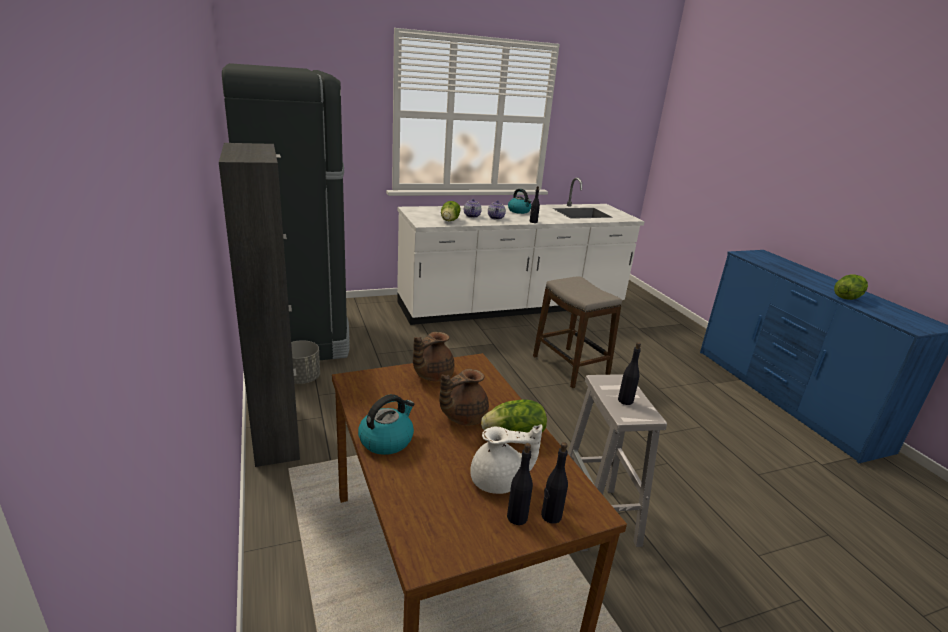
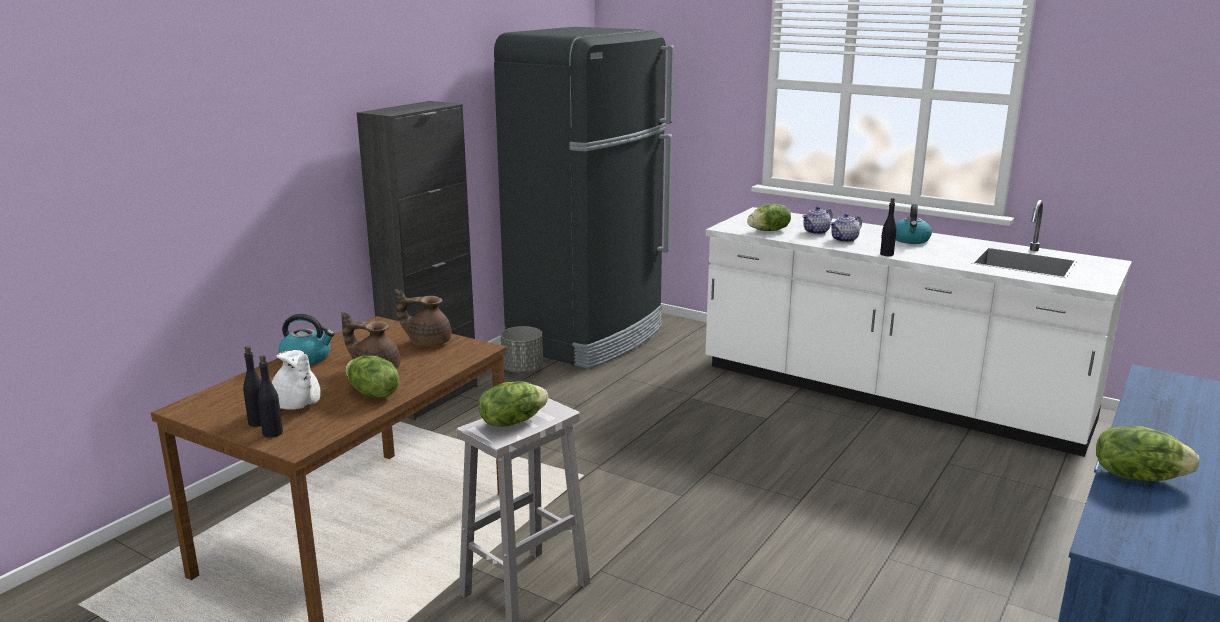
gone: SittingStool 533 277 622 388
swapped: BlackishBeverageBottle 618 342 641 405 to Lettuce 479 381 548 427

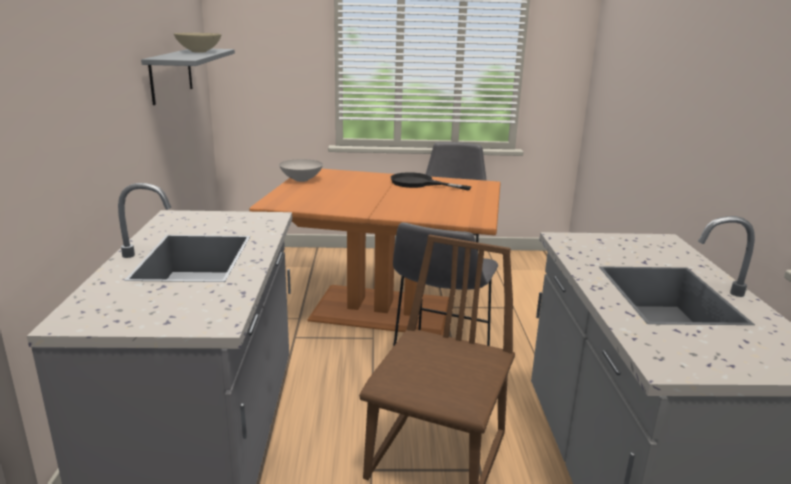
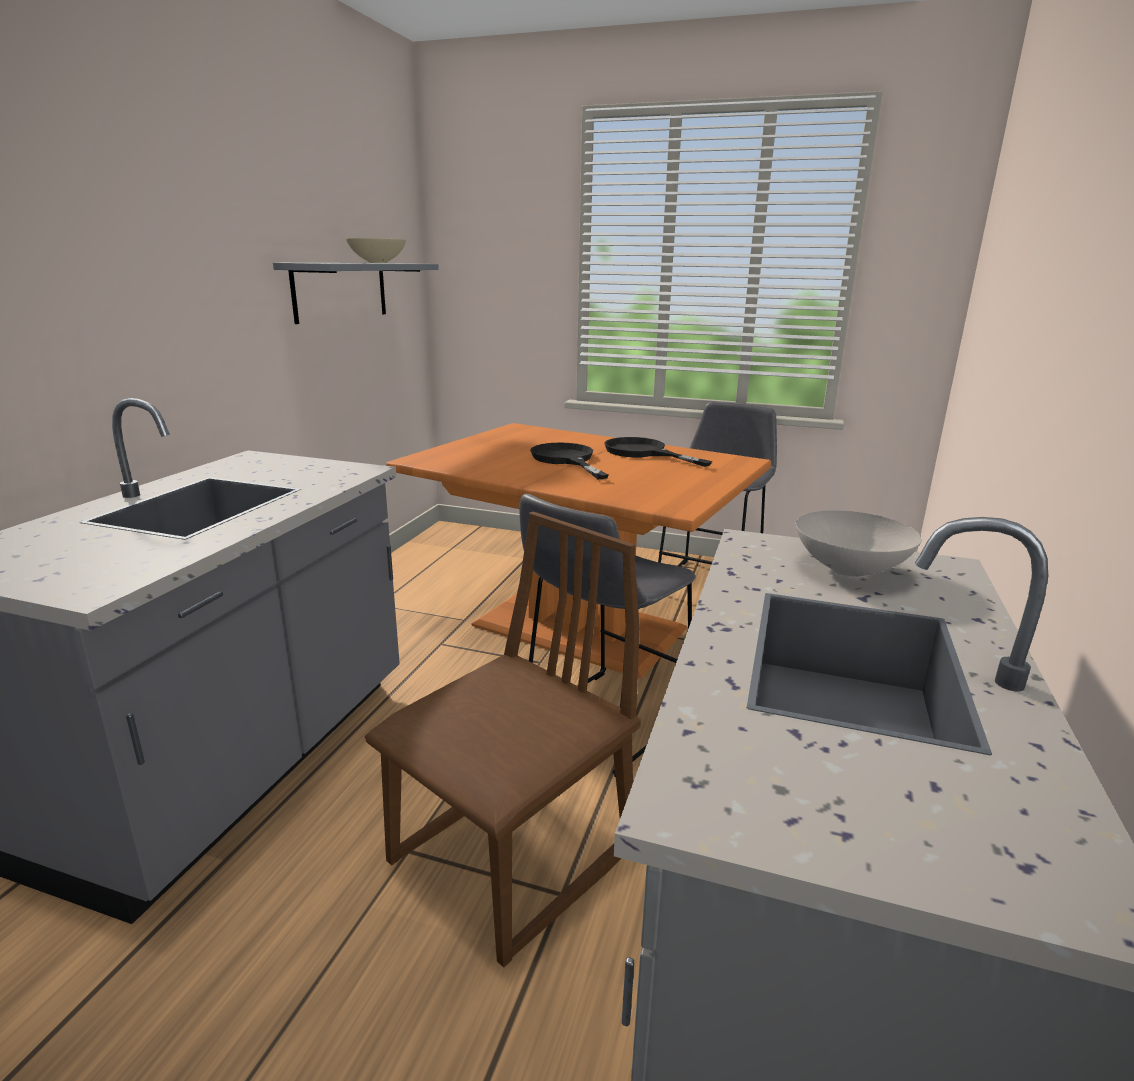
new: BlackishSkillet 530 443 609 479
shifted: WhiteDeepDish 279 159 323 182 to 796 510 922 578

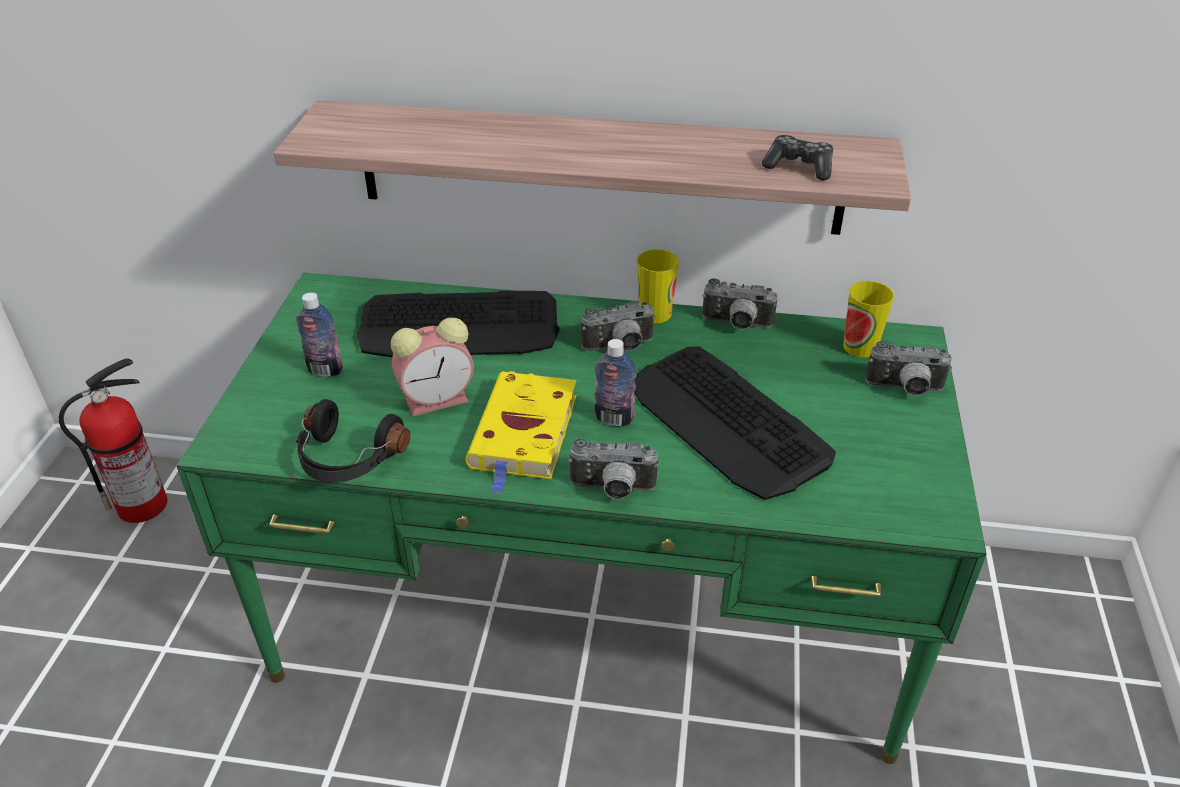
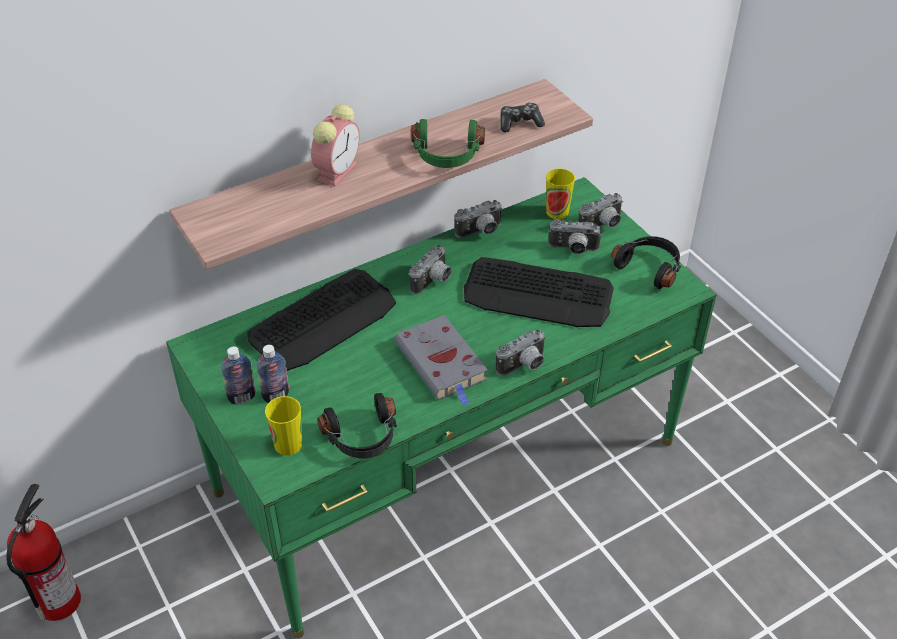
new: GreenColouredPairOfHeadphones 411 119 485 168; StillCamera 548 219 602 254; BlackishPairOfHeadphones 611 236 681 289
shifted: BeverageBottle 595 339 636 426 to 221 346 256 404; DrinkingCup 637 249 679 323 to 265 396 302 456; TableClock 391 318 474 416 to 311 104 360 187
repainted: YellowishBook 466 371 576 494 to GreyishBook 395 315 488 406

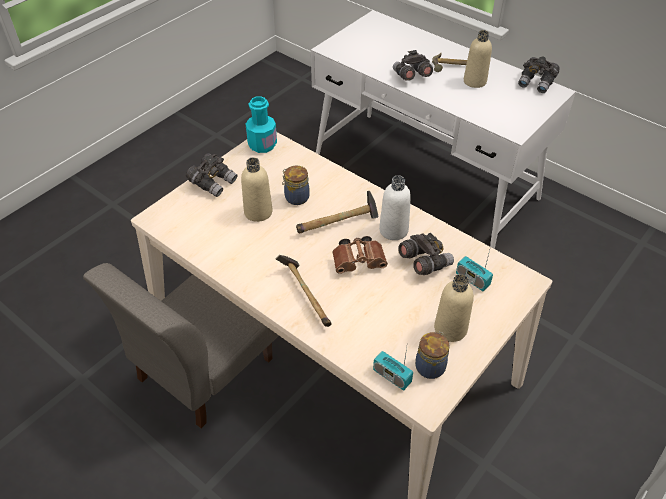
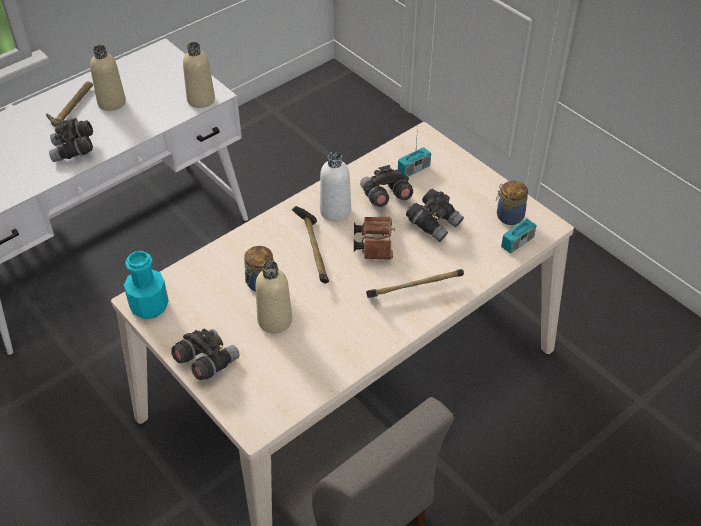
shifted: BeigeBeverageBottle 434 274 474 342 to 183 42 215 108; GreyishBinoculars 518 56 560 93 to 406 189 464 242

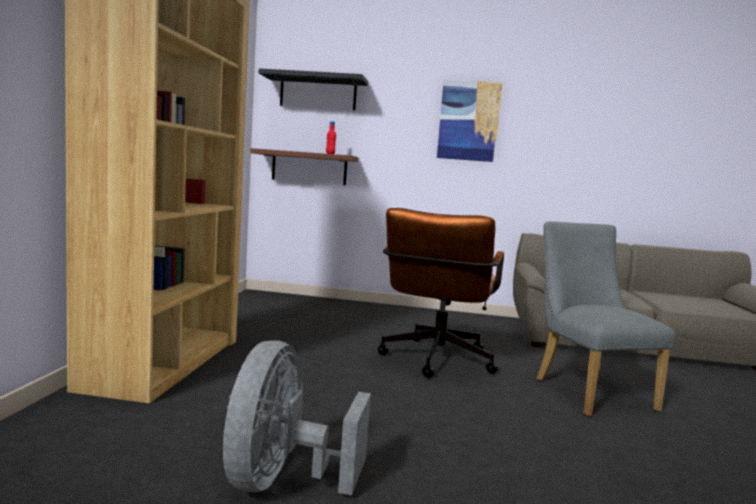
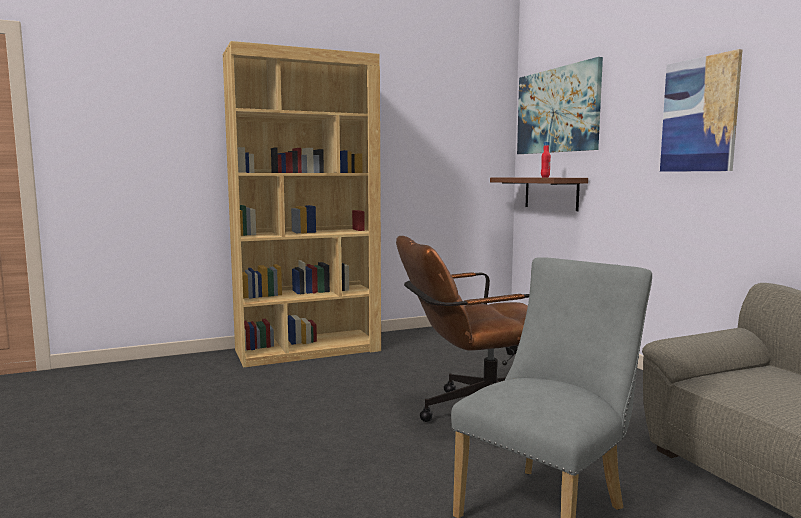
gone: GreyishCoolingFan 223 341 371 495
swapped: BlackishShelf 259 68 368 111 to WallArt 517 57 603 154

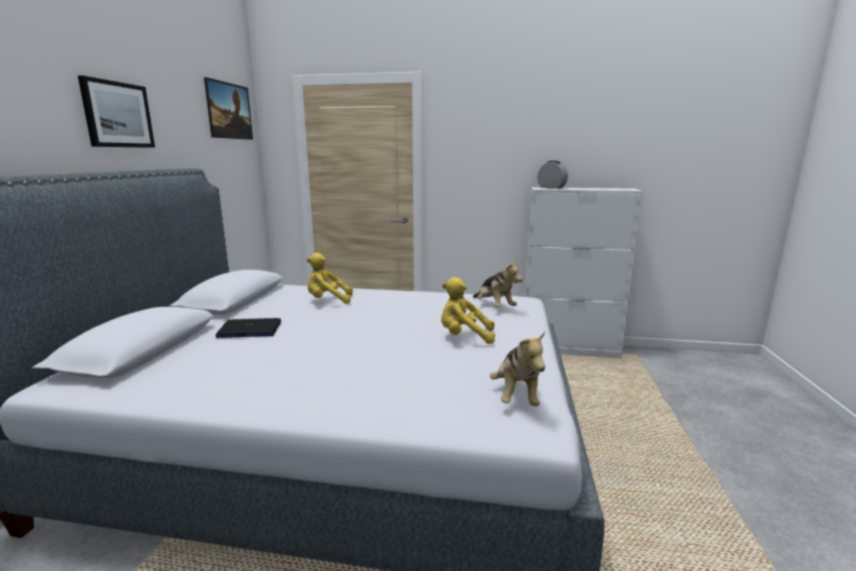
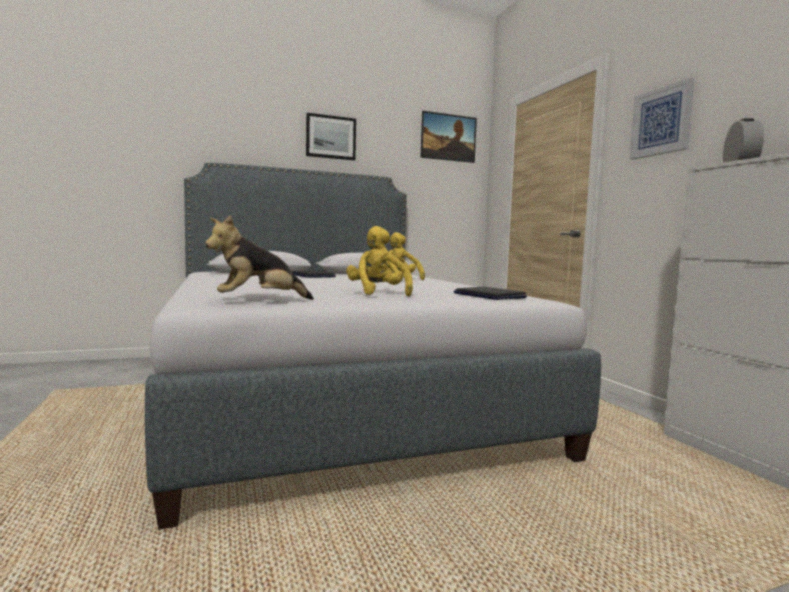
new: WallArt 629 78 695 160
swapped: CuddlyToy 473 259 523 307 to PortableComputer 454 287 527 300

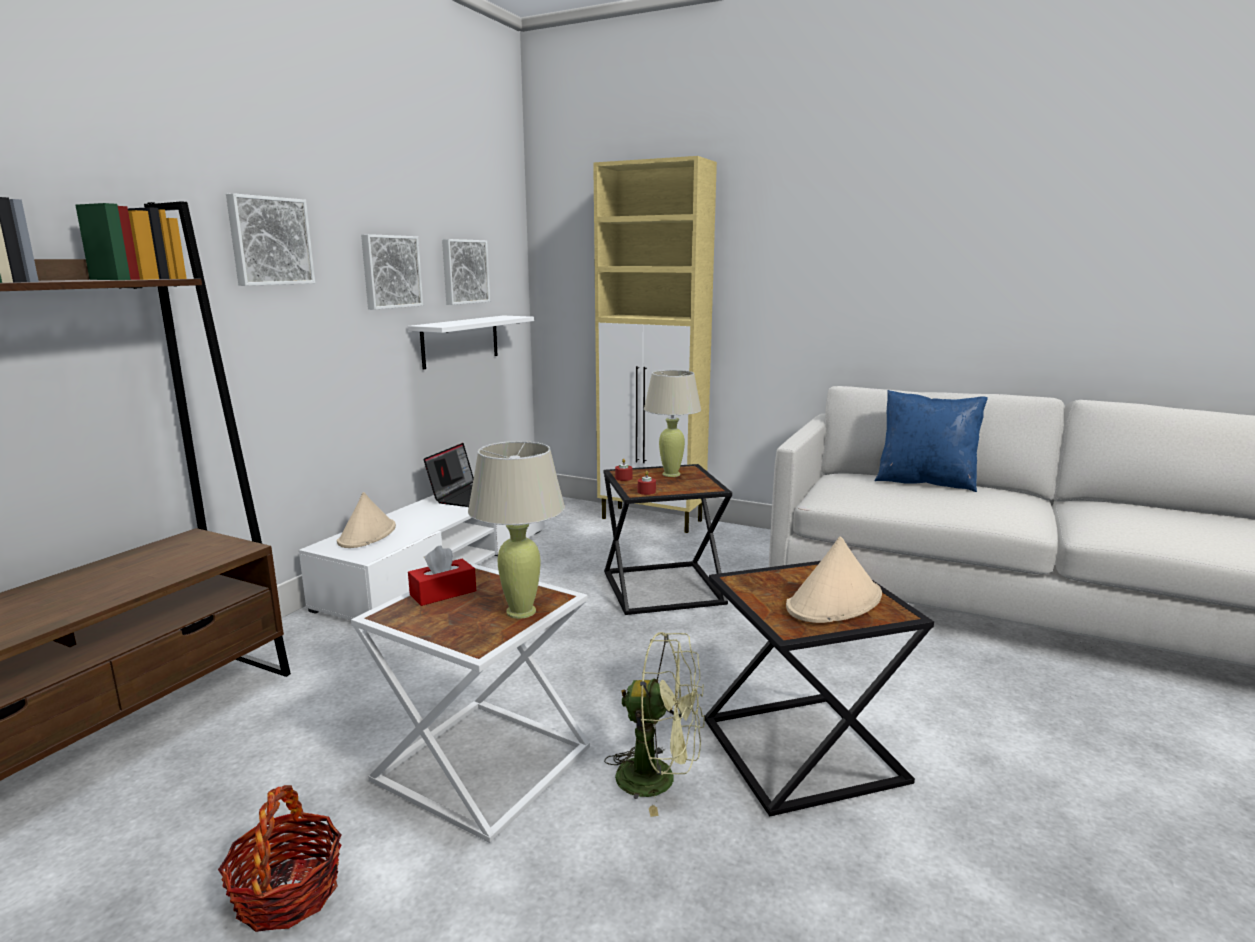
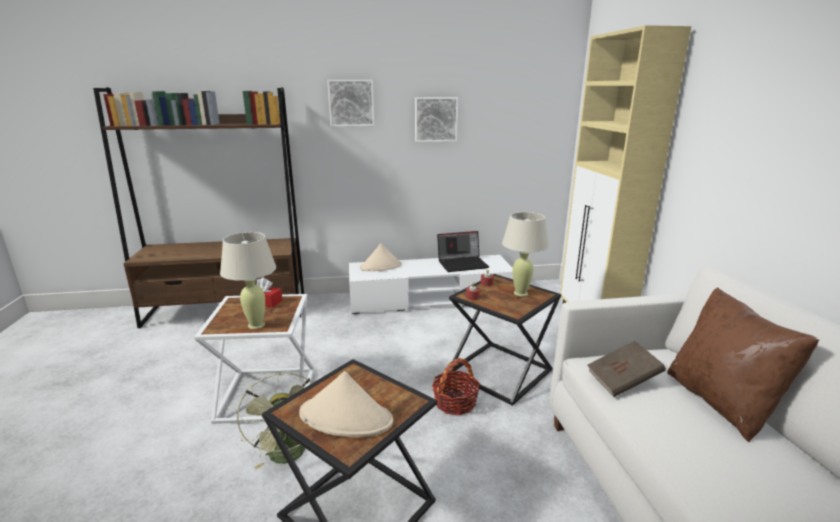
gone: WhiteShelf 408 315 534 369; WallArt 442 239 490 305
new: BrownishBook 587 341 666 397
shifted: Basket 218 785 342 932 to 432 358 480 415
repainted: BluePillow 875 390 988 492 to BrownishPillow 667 287 819 442

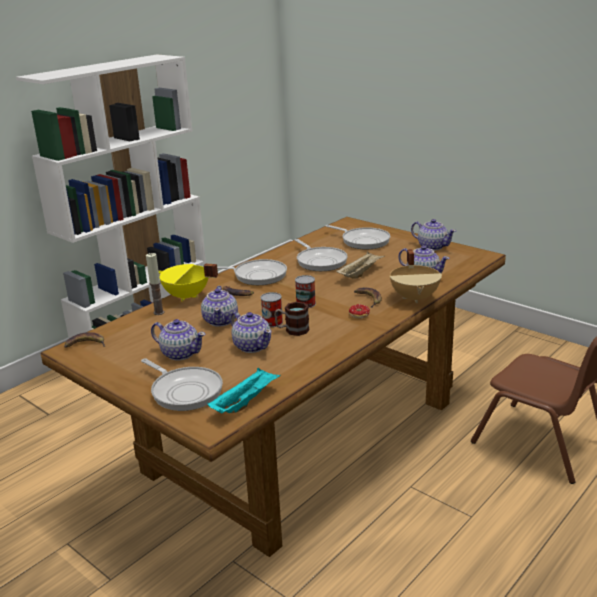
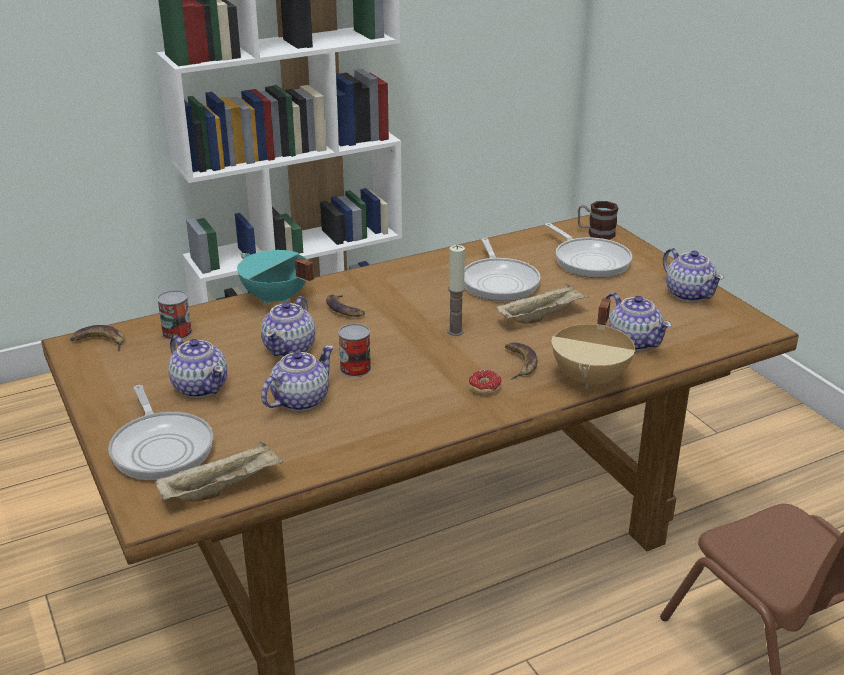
gone: Skillet 217 259 287 285
shifted: Can 295 275 316 308 to 157 290 192 340; Candle 146 253 164 315 to 448 245 465 336; TeaMug 274 302 309 336 to 578 201 618 240
repainted: TurquoiseColouredTray 207 368 281 413 to BeigeTray 155 442 283 502; YellowishSaucepot 159 263 218 301 to TurquoiseColouredSaucepot 237 250 315 305
rotated: TeaPot 231 311 272 353 = 261 345 334 411 120 degrees counterclockwise

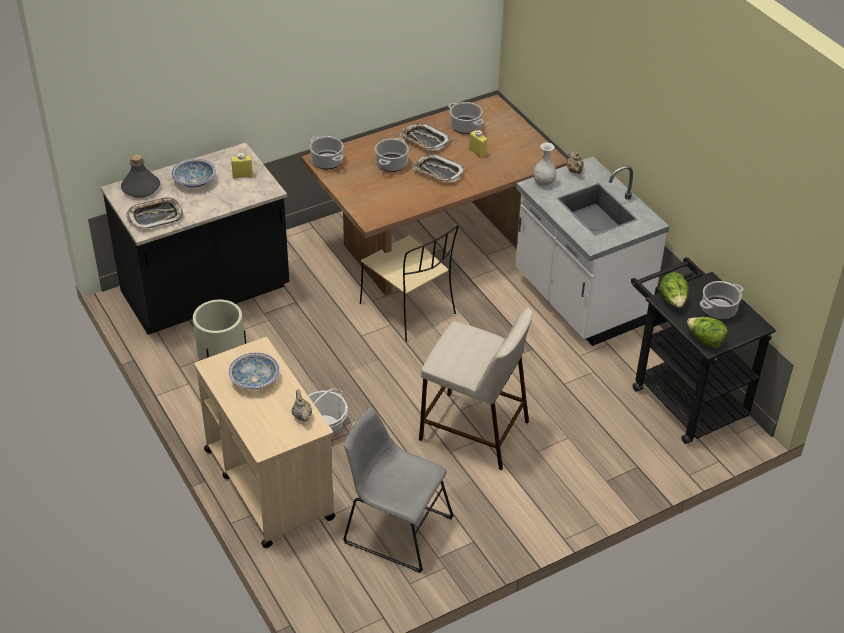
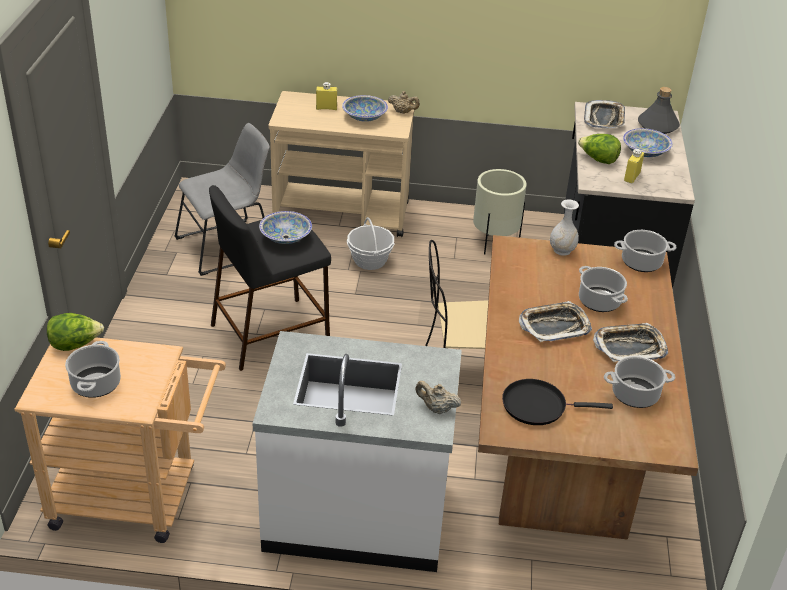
new: DeepDish 259 211 312 244; BlackishSkillet 502 379 613 425
shifted: YellowishBeverageBottle 469 130 487 158 to 316 82 337 110; BeigeTeaPot 291 389 312 422 to 388 91 420 114; WhiteVase 533 143 556 187 to 550 199 579 256; Lettuce 660 272 689 308 to 578 134 621 164
repainted: BlackishWheeledCart 631 257 776 444 to BeigeWheeledCart 15 337 226 543; BeigeSittingStool 419 308 533 470 to BlackishSittingStool 209 185 331 371

